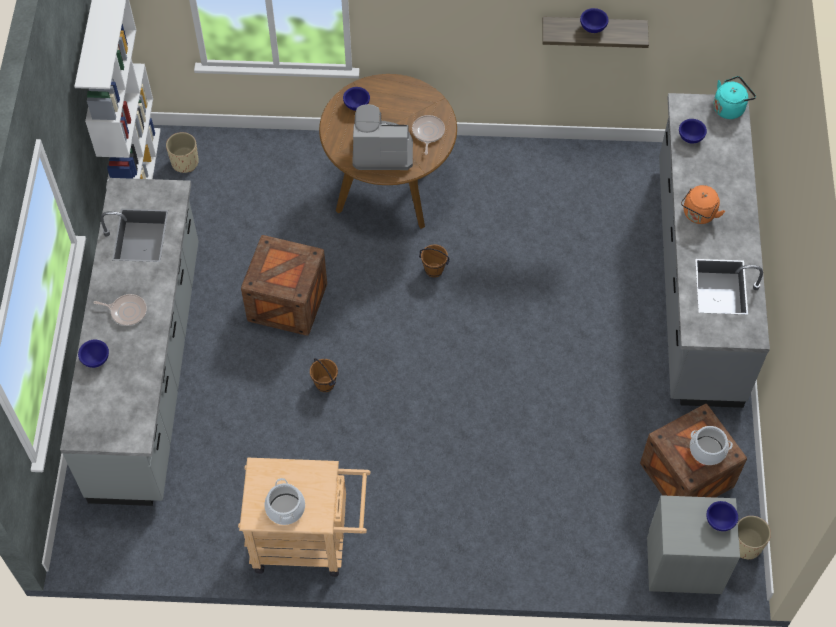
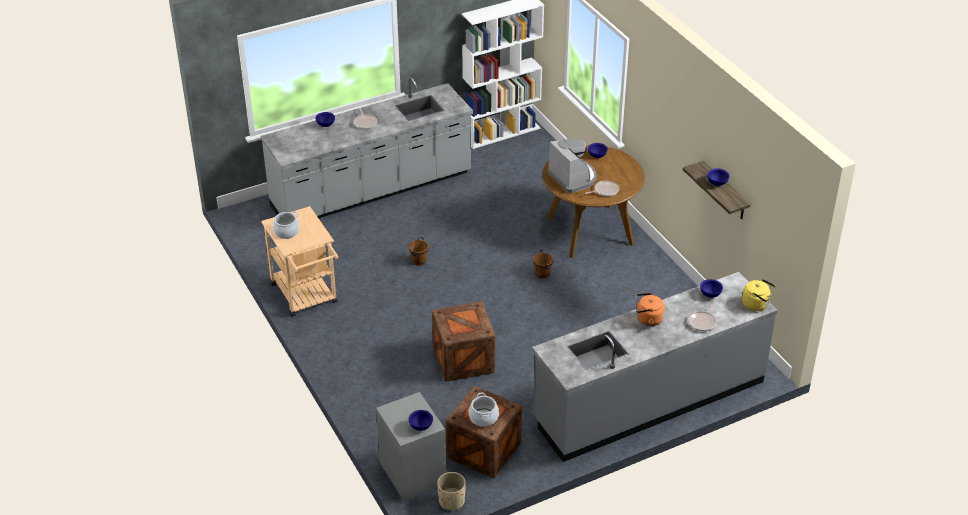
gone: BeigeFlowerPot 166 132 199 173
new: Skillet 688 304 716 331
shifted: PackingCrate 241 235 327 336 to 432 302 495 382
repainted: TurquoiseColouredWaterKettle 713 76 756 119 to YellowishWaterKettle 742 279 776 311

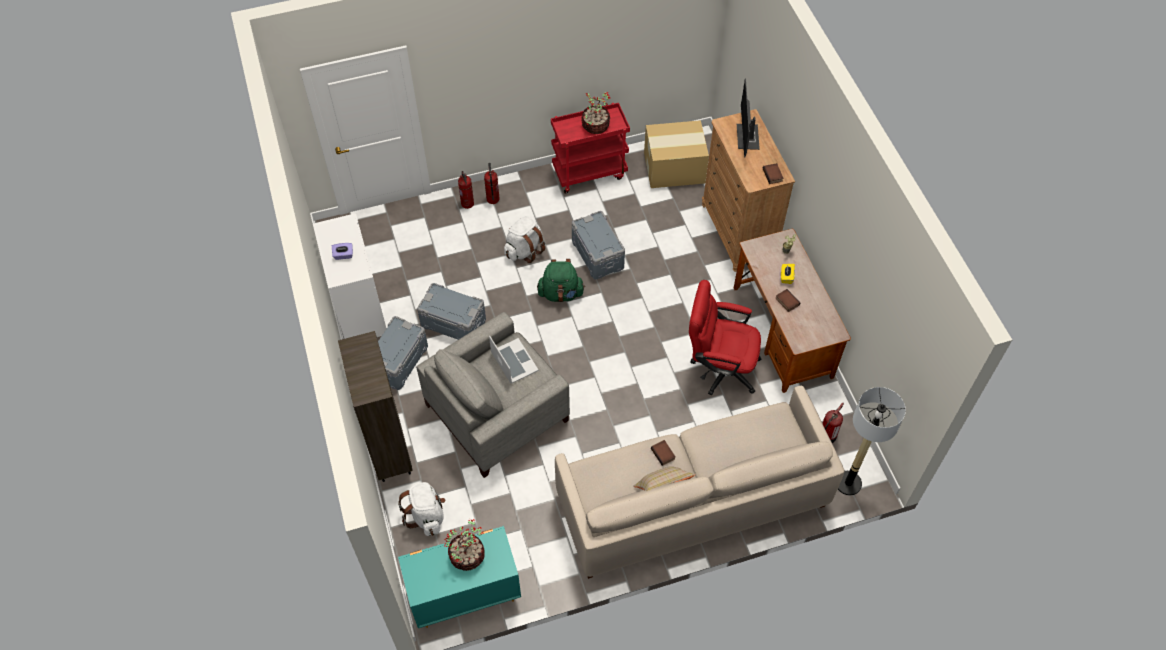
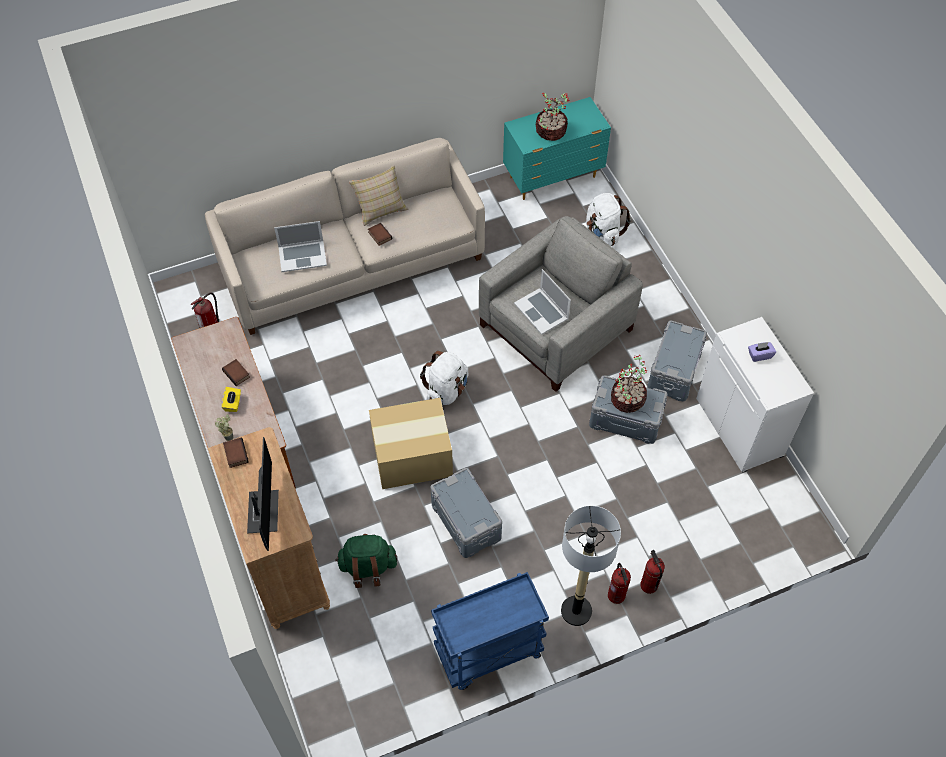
gone: BrownishShelvingUnit 338 331 413 482; RedComputerChair 689 280 762 396
new: PortableComputer 274 221 327 272
shifted: GreenColouredBackpack 537 259 585 302 to 335 534 397 588; Carton 644 120 709 188 to 369 398 453 489; WhiteBackpack 504 216 545 263 to 420 351 468 405; StandardLamp 838 387 906 495 to 561 506 621 626; PottedPlant 581 92 610 134 to 611 355 647 413
repainted: RedWheeledCart 551 103 630 194 to BlueWheeledCart 431 572 549 690

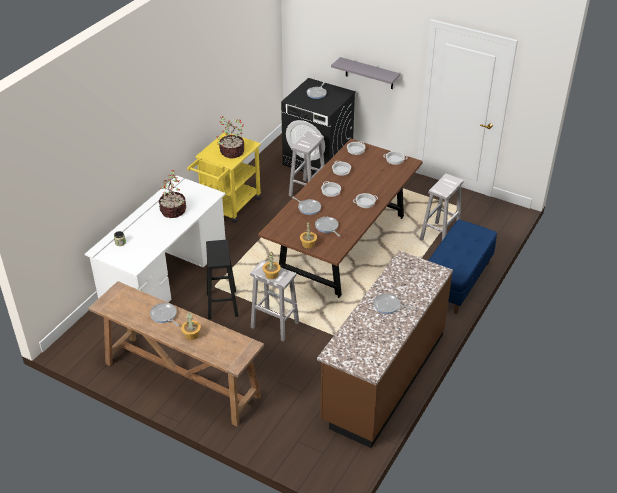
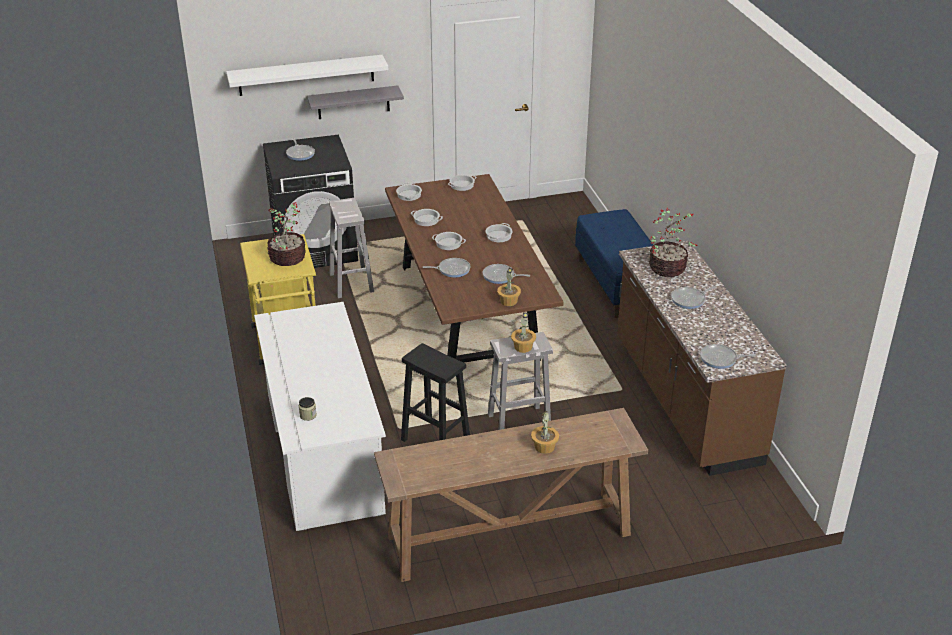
gone: WhiteSittingStool 420 174 464 240
new: WhiteShelf 226 55 388 96
shifted: PottedPlant 159 170 186 218 to 649 208 698 277; Skillet 150 303 179 326 to 700 344 757 369

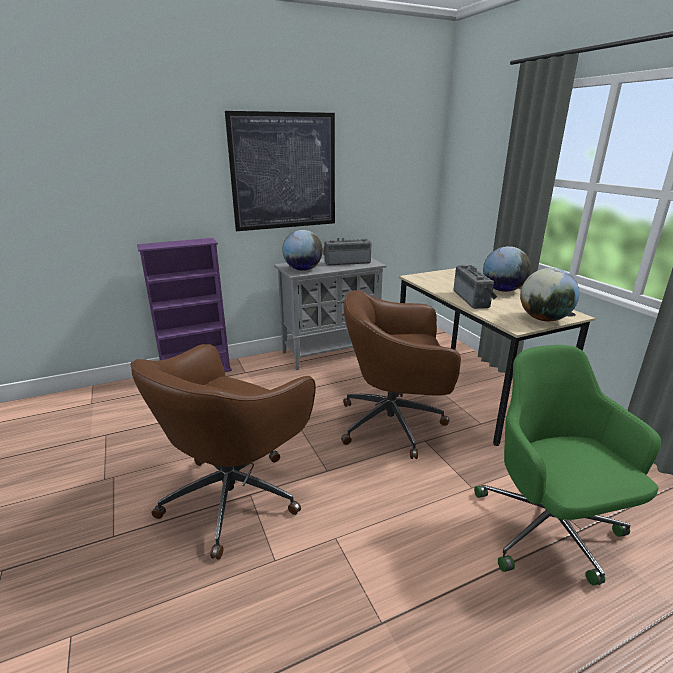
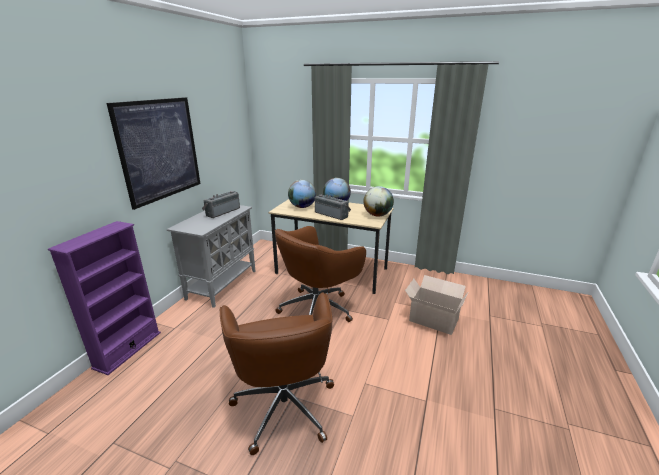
shifted: Globe 282 230 323 271 to 288 180 316 208
swapped: GreenColouredComputerChair 474 345 661 585 to Carton 405 275 469 335

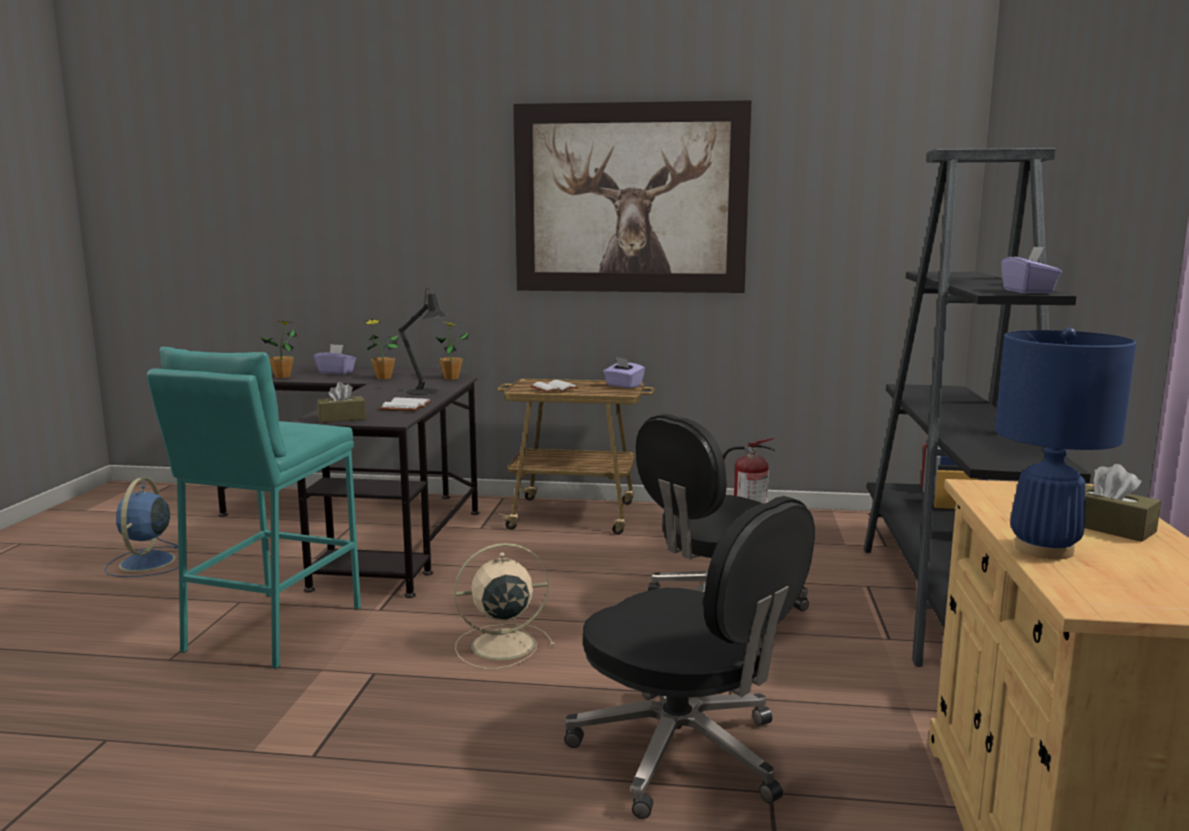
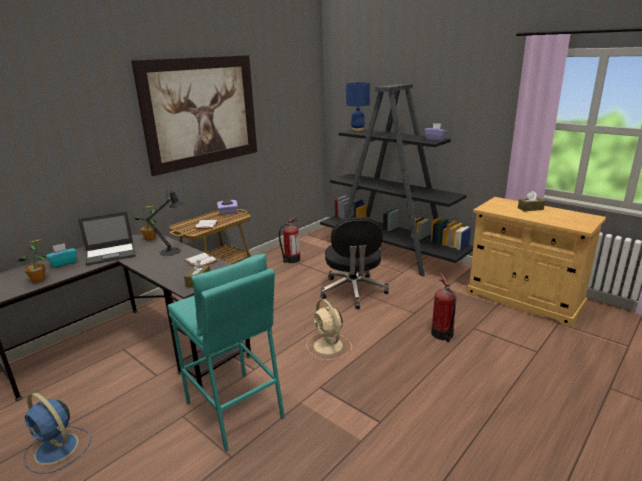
shifted: BlueTableLamp 995 328 1136 559 to 346 82 370 131
swapped: PottedPlant 365 319 399 379 to PortableComputer 78 212 136 266; BlackishComputerChair 564 496 815 819 to FireExtinguisher 431 273 456 342
repainted: PurpleBoxOfTissues 314 344 356 374 to TurquoiseColouredBoxOfTissues 46 243 77 268
rotated: BeigeCoolingFan 454 543 555 670 = 306 299 352 360 45 degrees counterclockwise

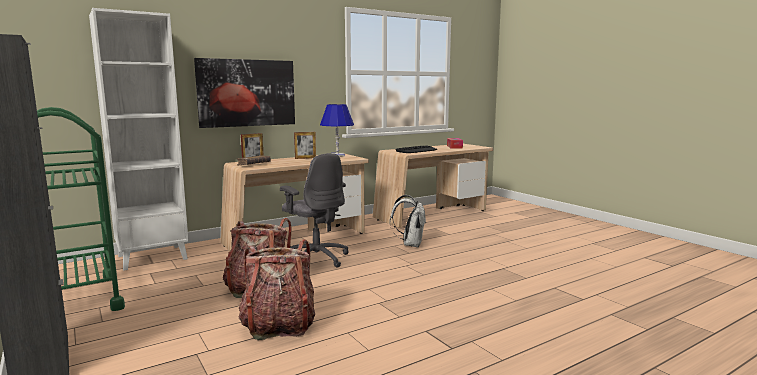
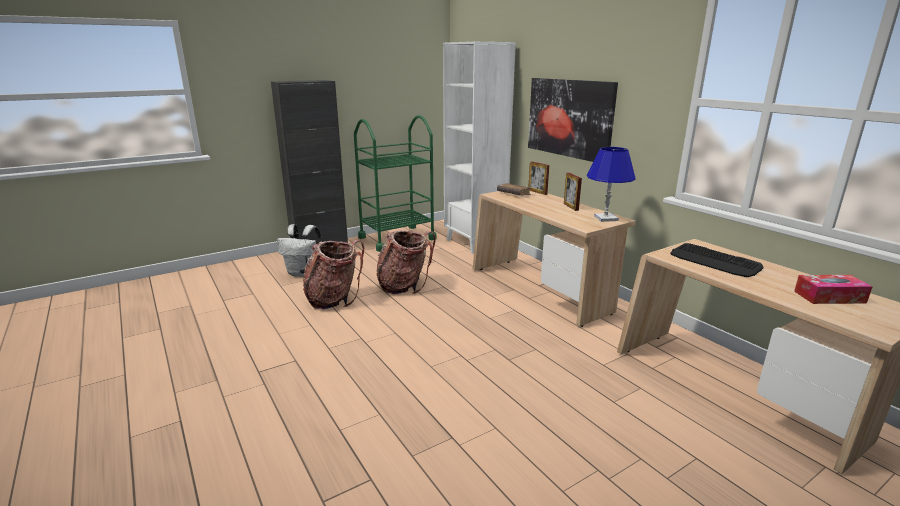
gone: GreyishComputerChair 280 153 348 268
shifted: WhiteBackpack 390 195 426 247 to 277 224 322 277

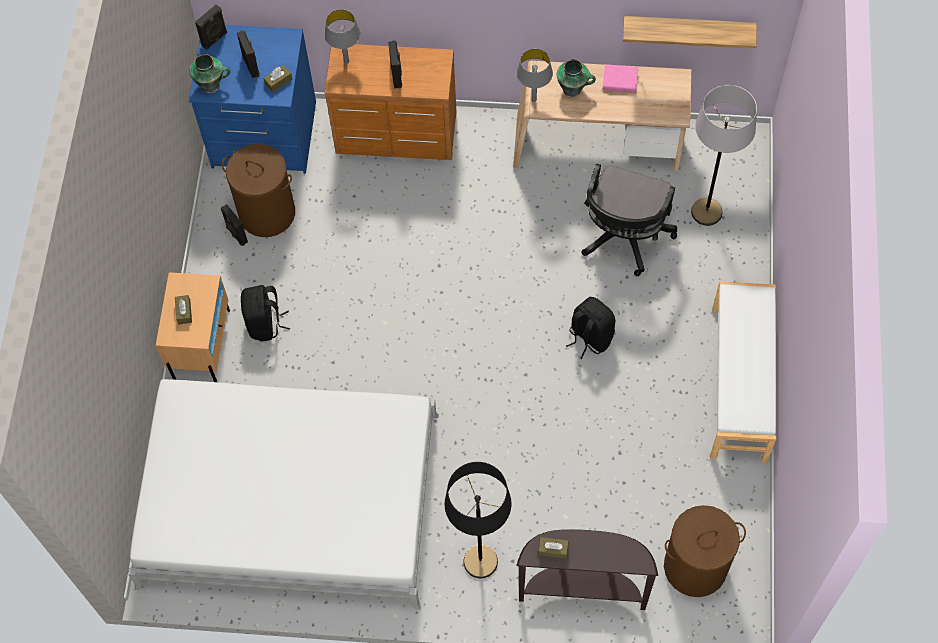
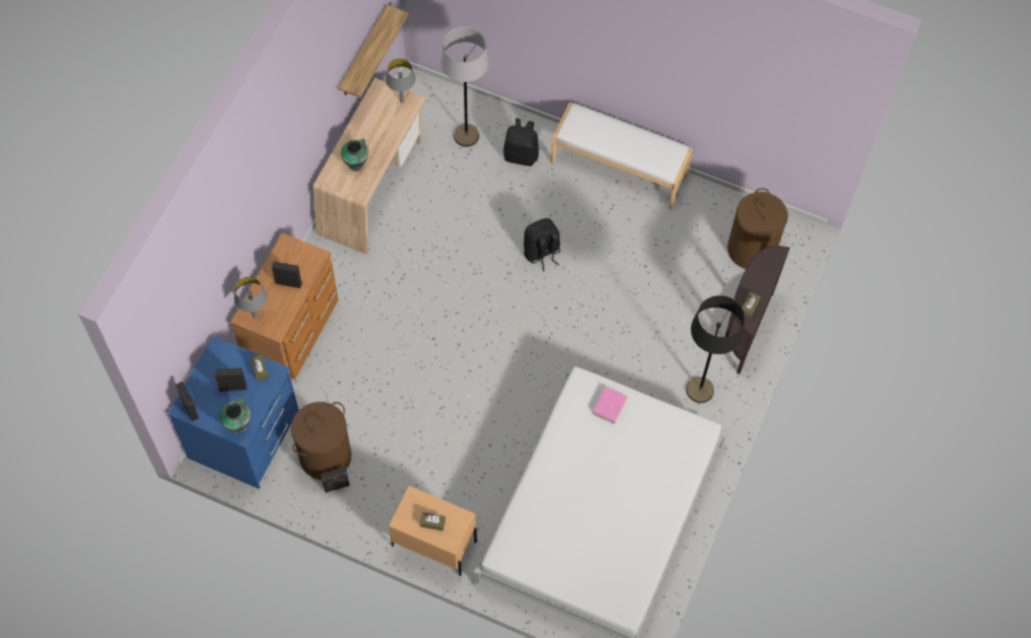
gone: BlackishComputerChair 581 164 677 276
shifted: GreyishTableLamp 517 49 553 102 to 385 59 416 103; BlackishBackpack 241 285 290 342 to 503 118 539 166; PinkBook 603 64 638 93 to 593 387 627 424

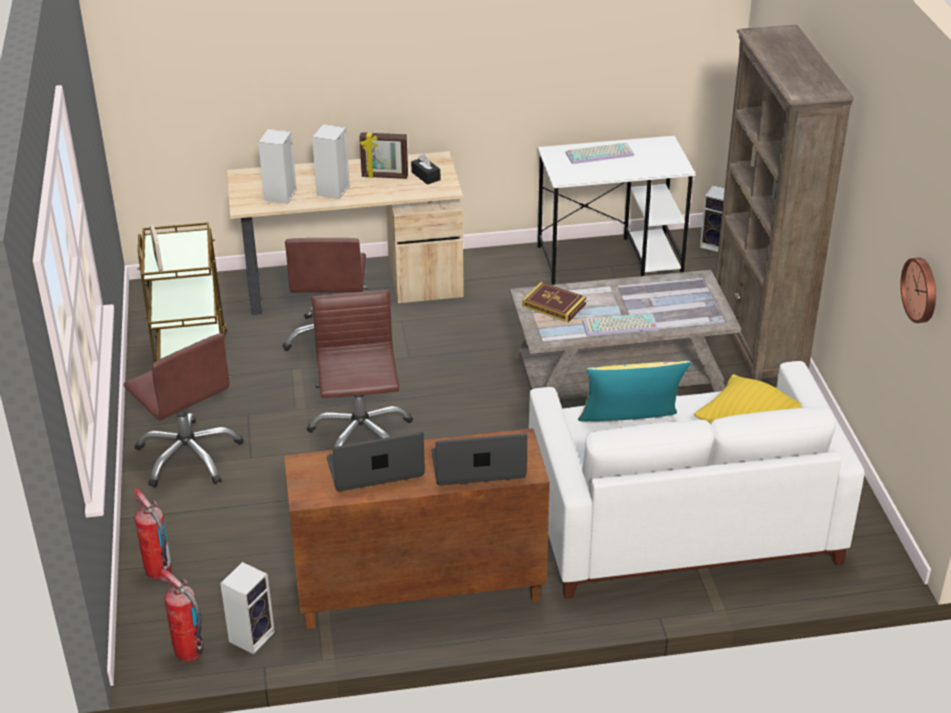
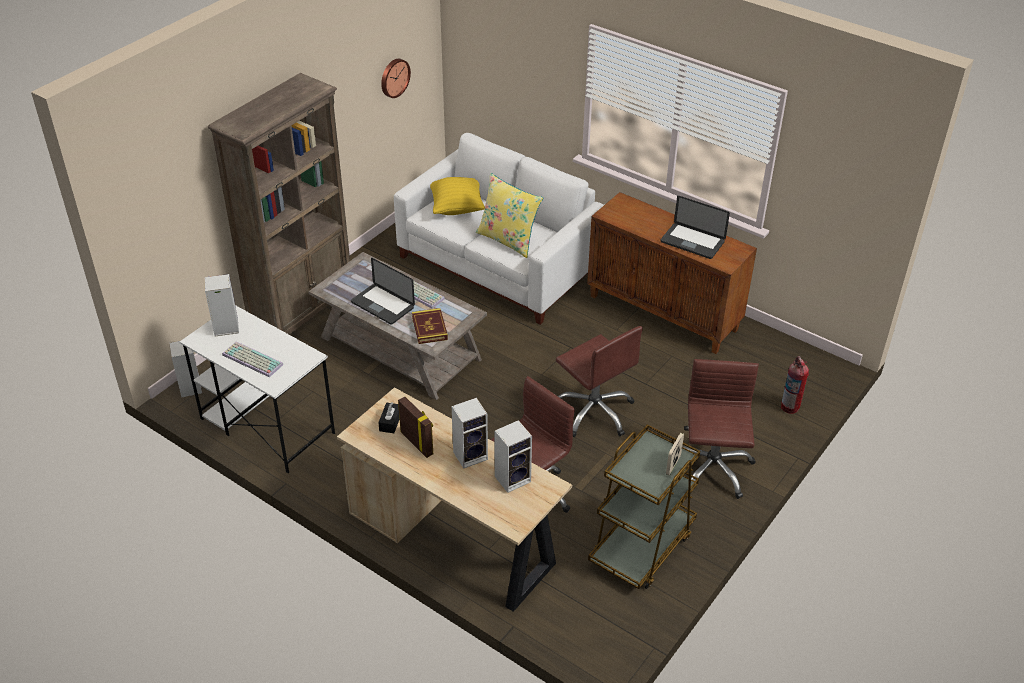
gone: FireExtinguisher 159 569 202 662
shifted: Loudspeaker 220 562 275 654 to 204 274 239 336; PortableComputer 432 433 527 485 to 351 258 415 325
rotated: BrownishComputerChair 307 290 413 447 = 556 326 643 437 75 degrees counterclockwise

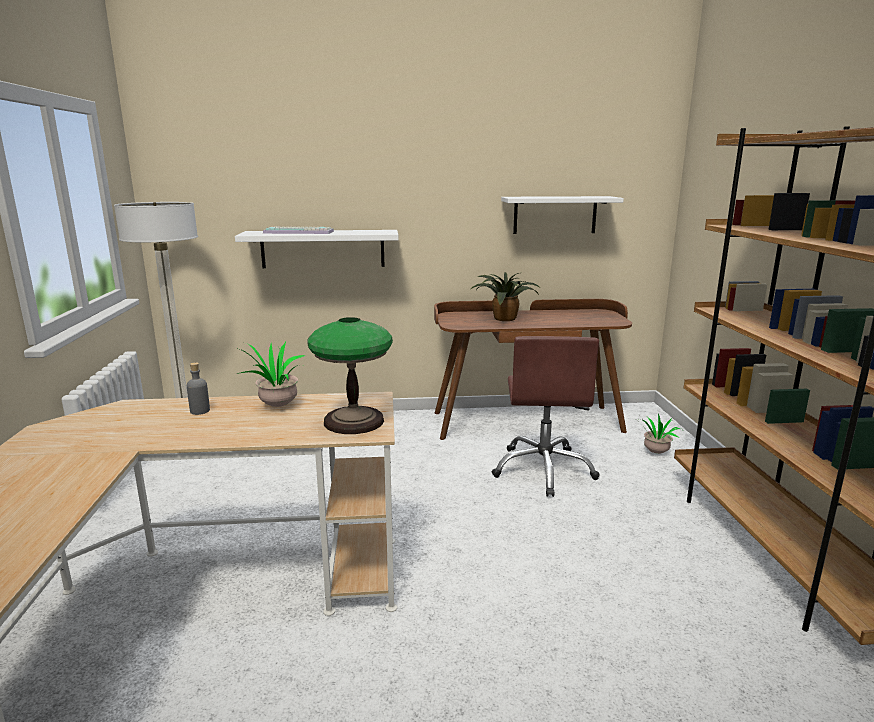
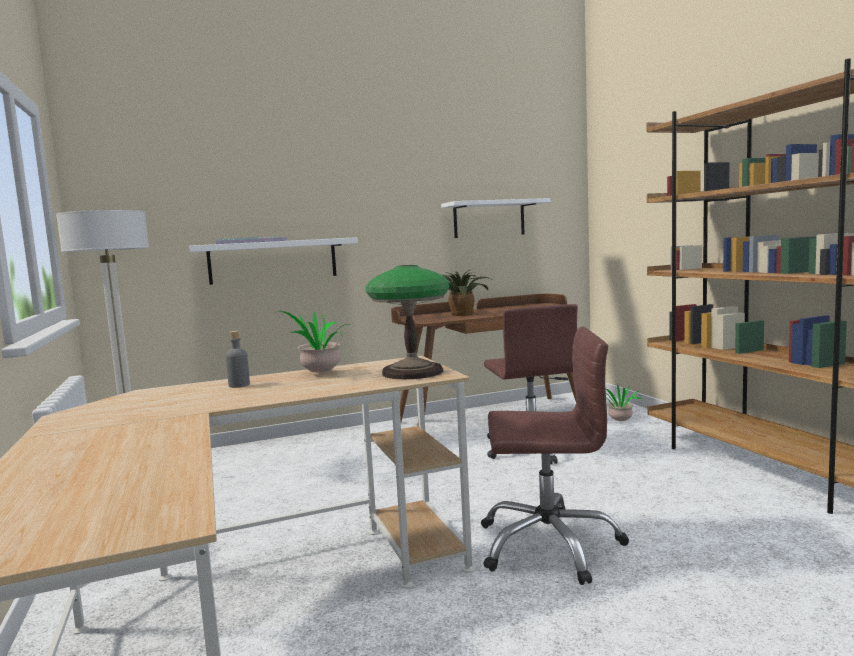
new: BrownishComputerChair 481 327 629 585

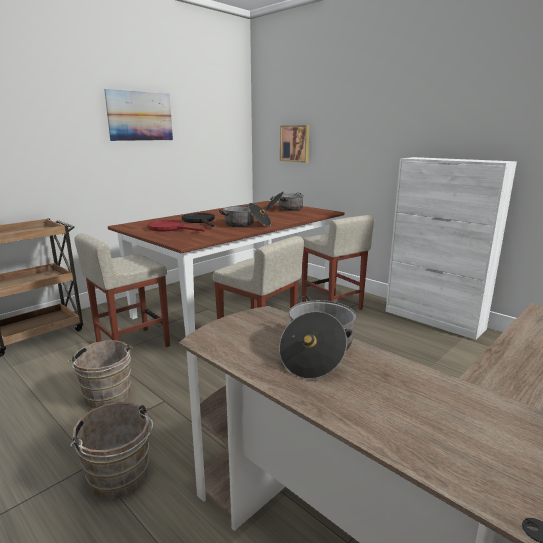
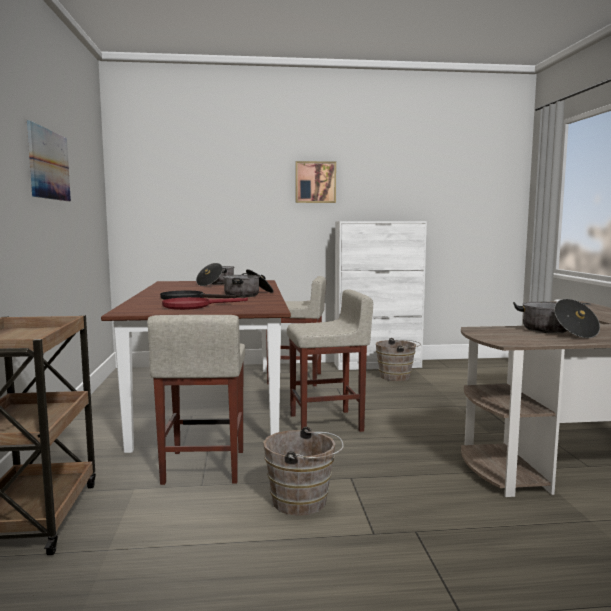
shifted: WallArt 280 125 309 163 to 295 161 336 203; BrownishWaterBucket 70 402 153 499 to 376 338 421 381

